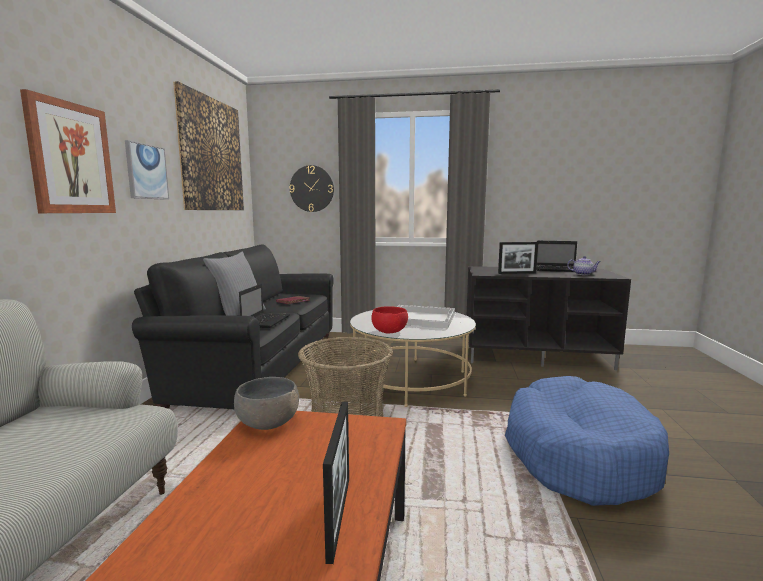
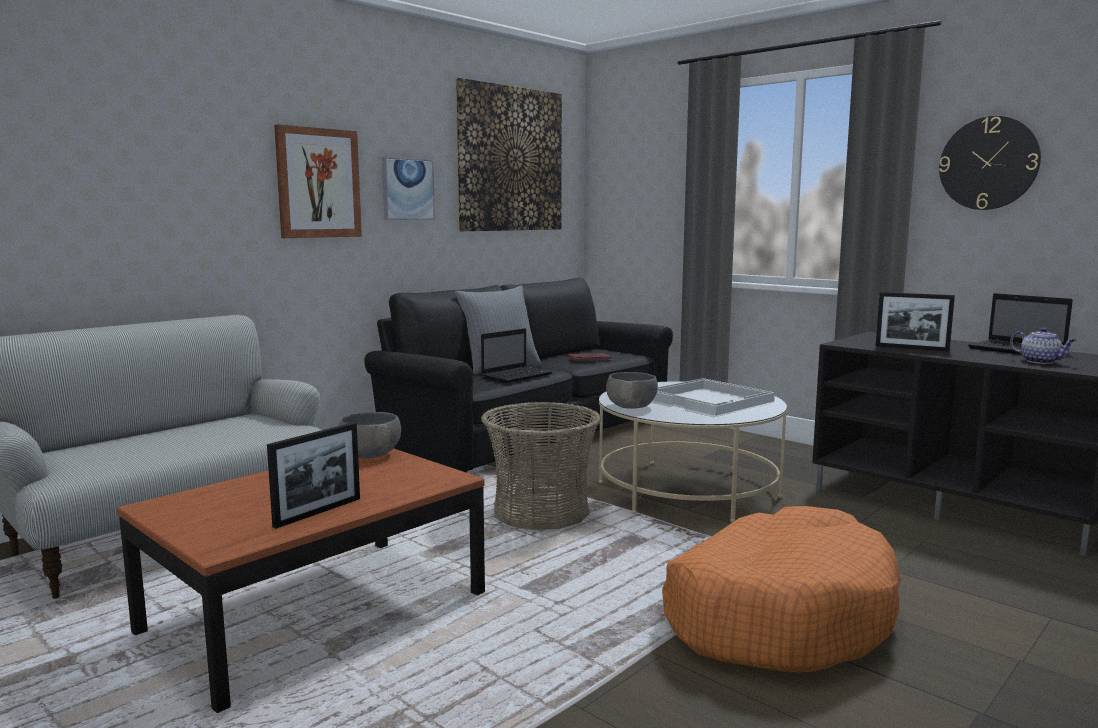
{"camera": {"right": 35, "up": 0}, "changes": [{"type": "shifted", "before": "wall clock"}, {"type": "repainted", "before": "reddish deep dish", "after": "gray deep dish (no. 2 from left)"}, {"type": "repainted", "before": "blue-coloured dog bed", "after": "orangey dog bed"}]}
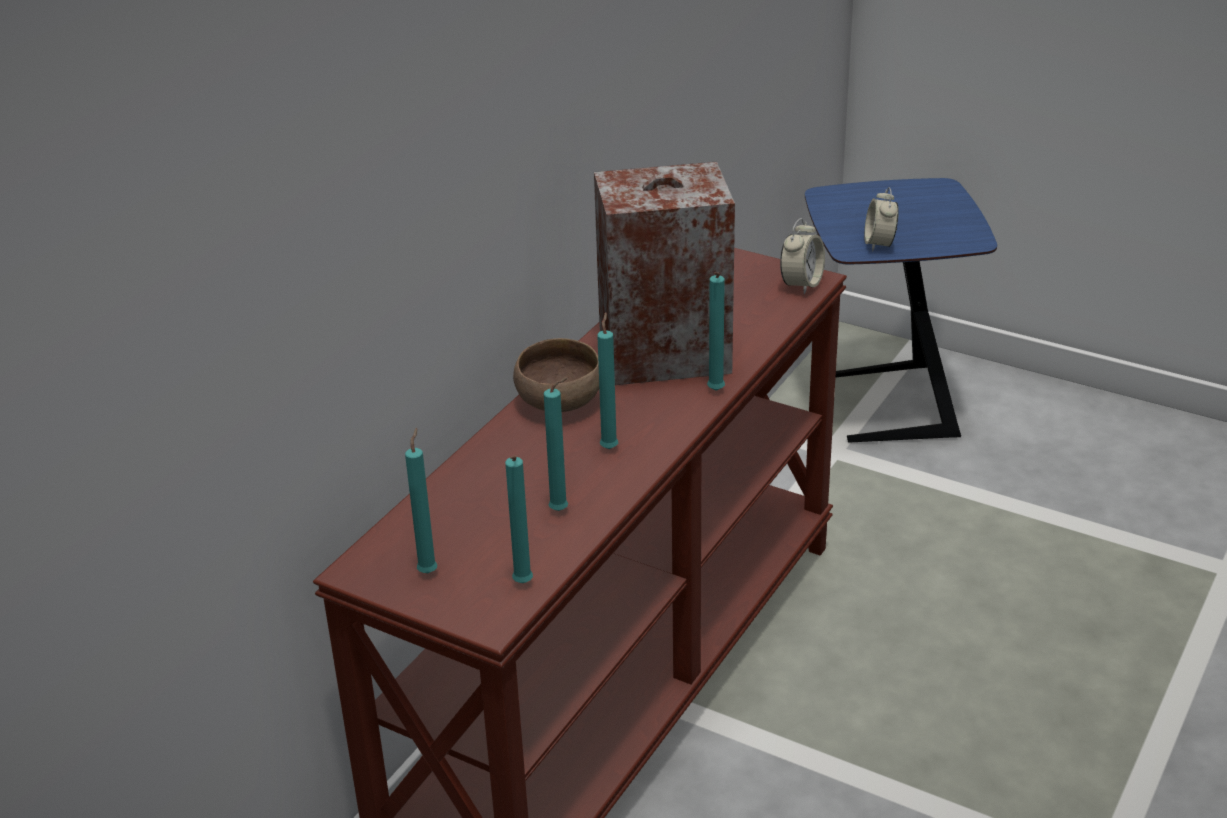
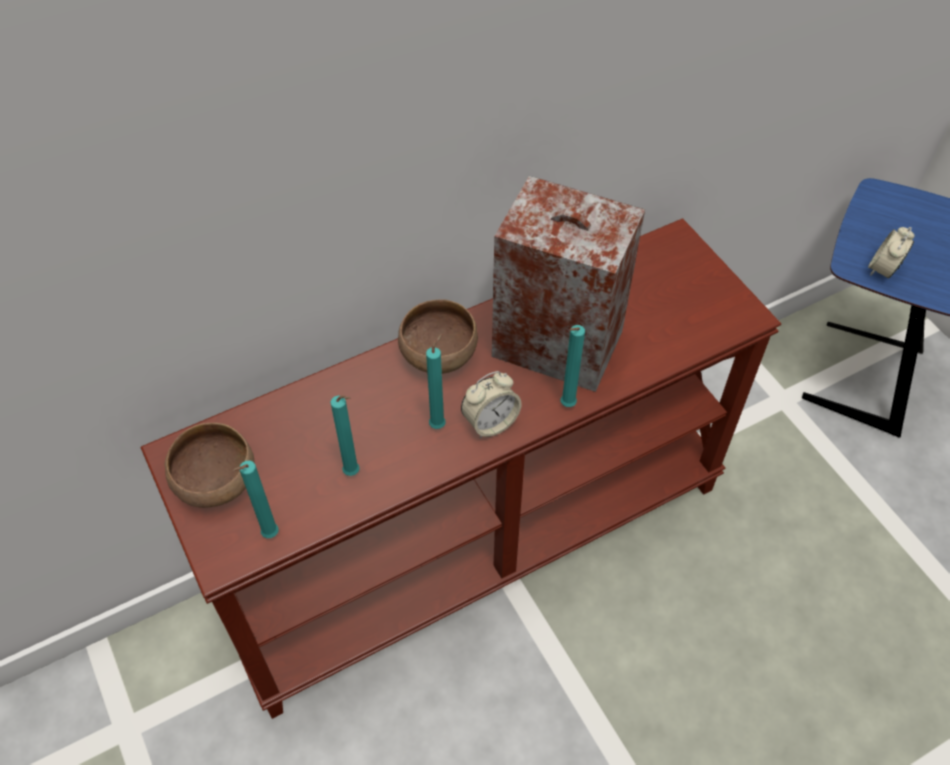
{"camera": {"right": 30, "up": 20}, "changes": [{"type": "shifted", "before": "bedside clock (no. 1 from left)"}, {"type": "swapped", "before": "turquoise candle (no. 1 from left)", "after": "brown deep dish (no. 1 from left)"}]}
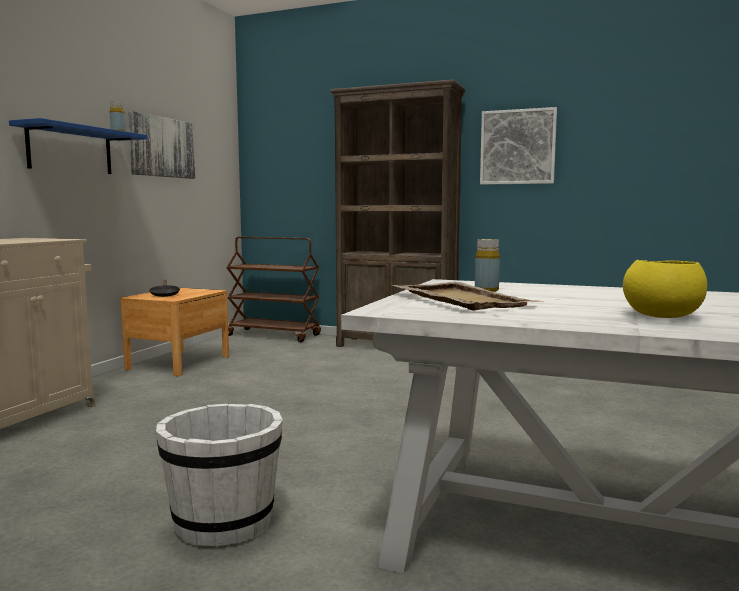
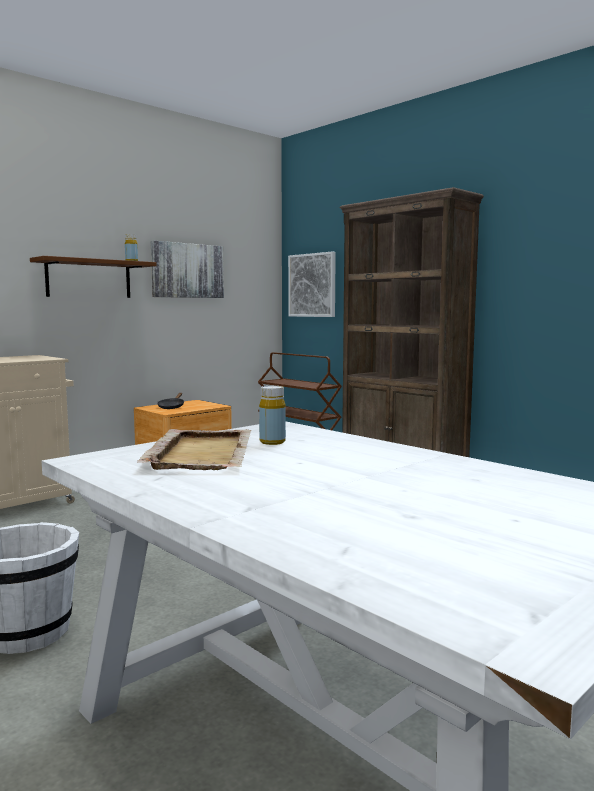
{"camera": {"right": 25, "up": 0}, "changes": [{"type": "gone", "before": "yellow deep dish"}, {"type": "shifted", "before": "wall art (no. 2 from left)"}, {"type": "repainted", "before": "blue-coloured shelf", "after": "brown shelf"}]}
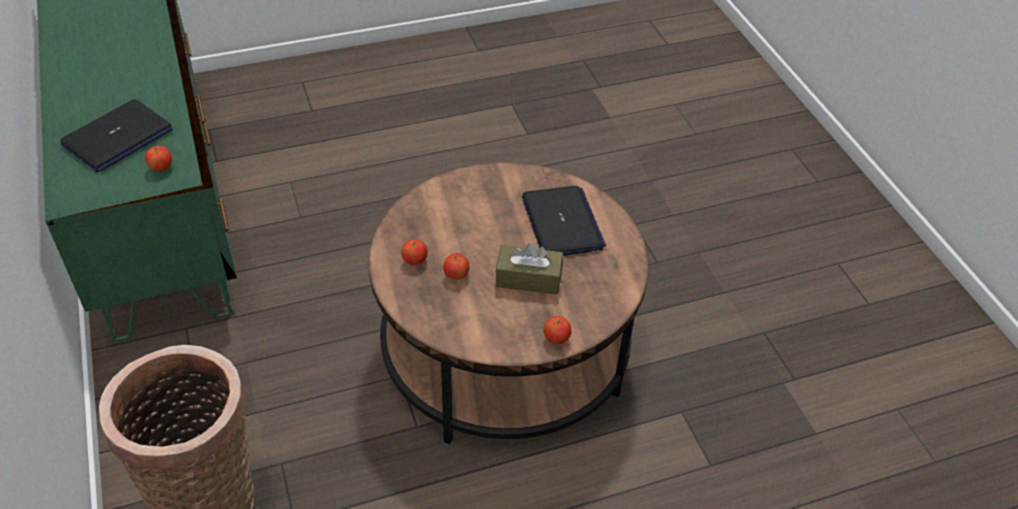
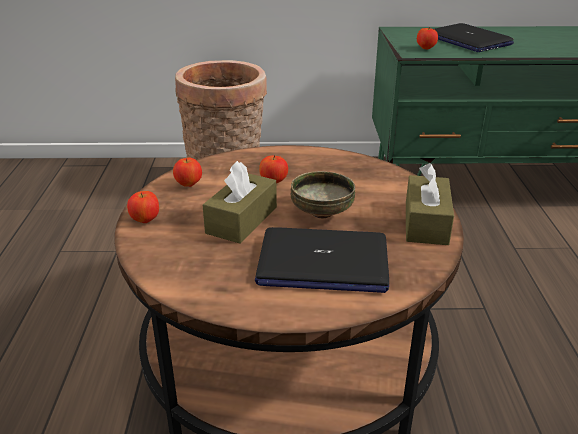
{"camera": {"right": 110, "up": -15}, "changes": [{"type": "new", "after": "deep dish"}, {"type": "new", "after": "brown box of tissues (no. 2 from left)"}, {"type": "shifted", "before": "apple fruit (no. 2 from left)"}]}
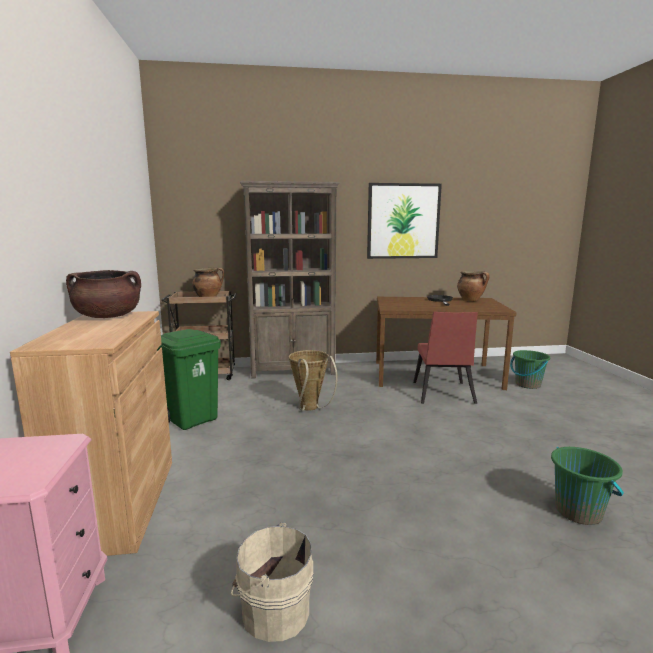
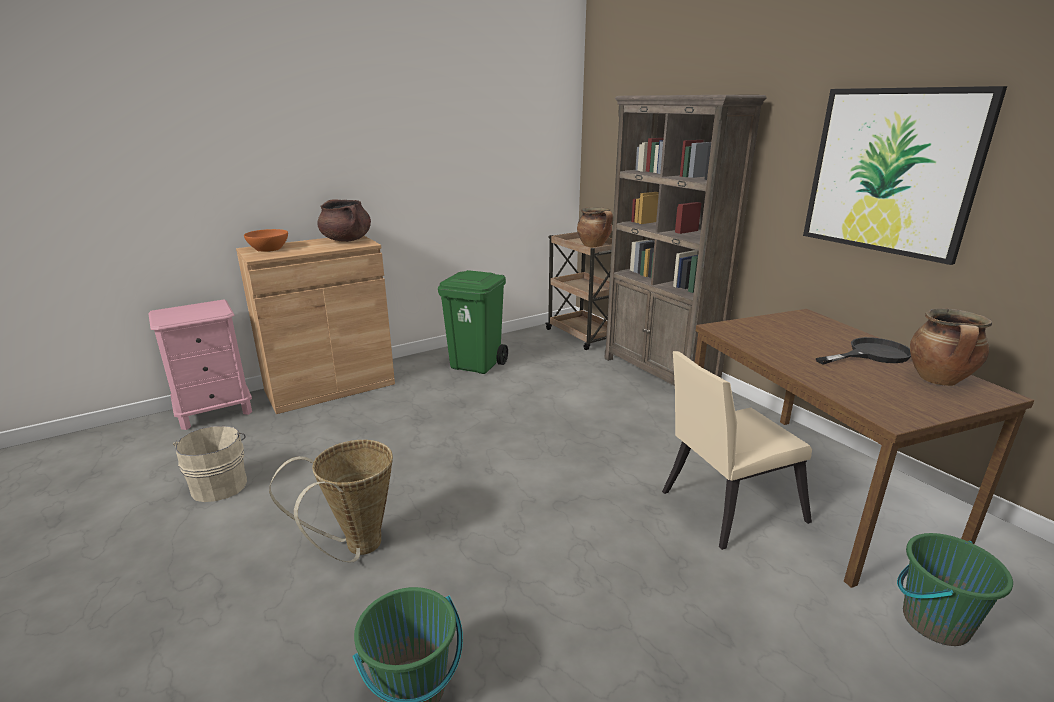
{"camera": {"right": 65, "up": 10}, "changes": [{"type": "new", "after": "orangey deep dish"}, {"type": "shifted", "before": "household basket"}, {"type": "repainted", "before": "reddish chair", "after": "beige chair"}]}
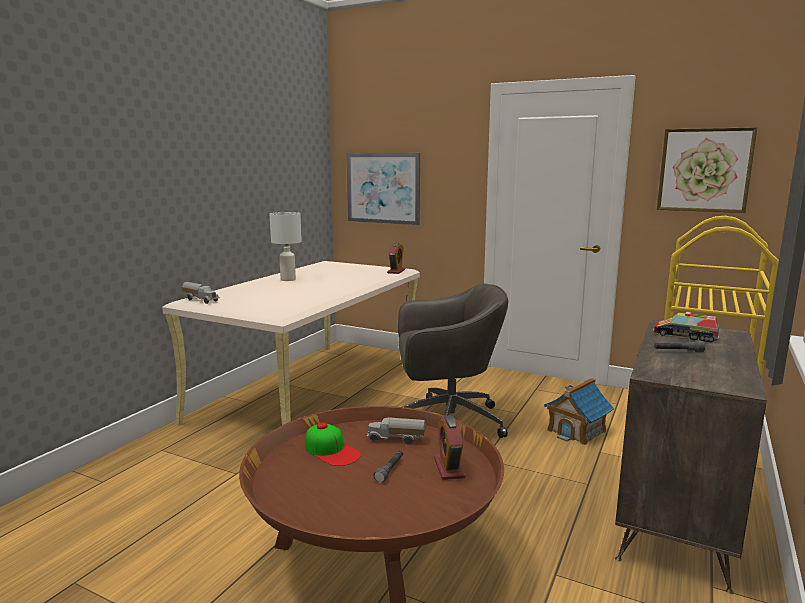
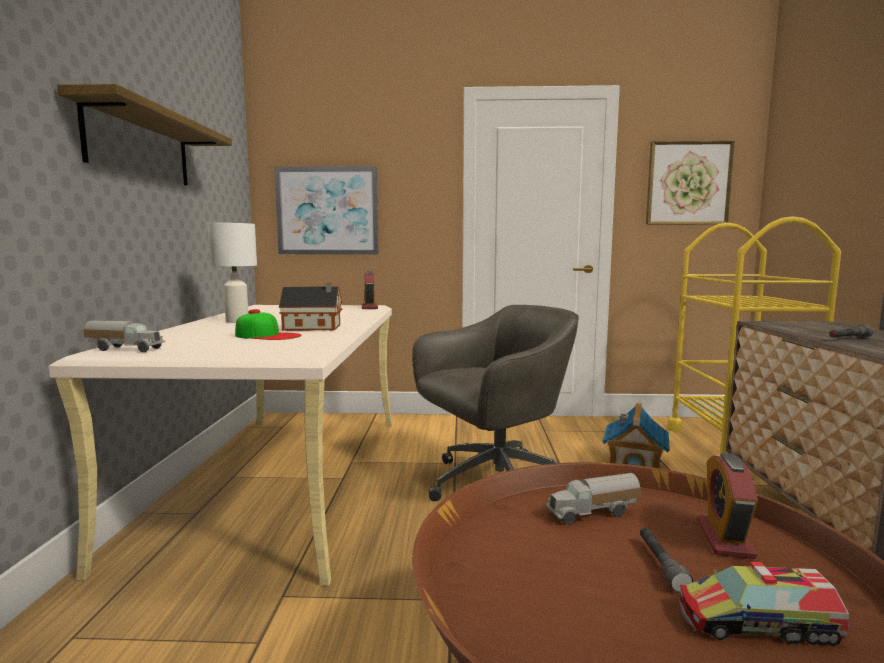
{"camera": {"right": -25, "up": -5}, "changes": [{"type": "new", "after": "shelf"}, {"type": "new", "after": "model house (no. 1 from left)"}, {"type": "shifted", "before": "peaked cap"}, {"type": "shifted", "before": "toy truck (no. 3 from left)"}, {"type": "rotated", "before": "bedside clock (no. 2 from left)", "turn": 45}]}
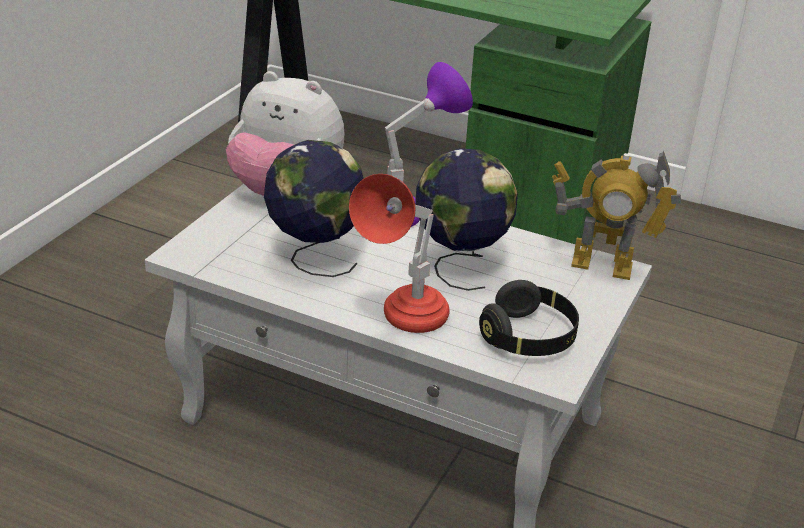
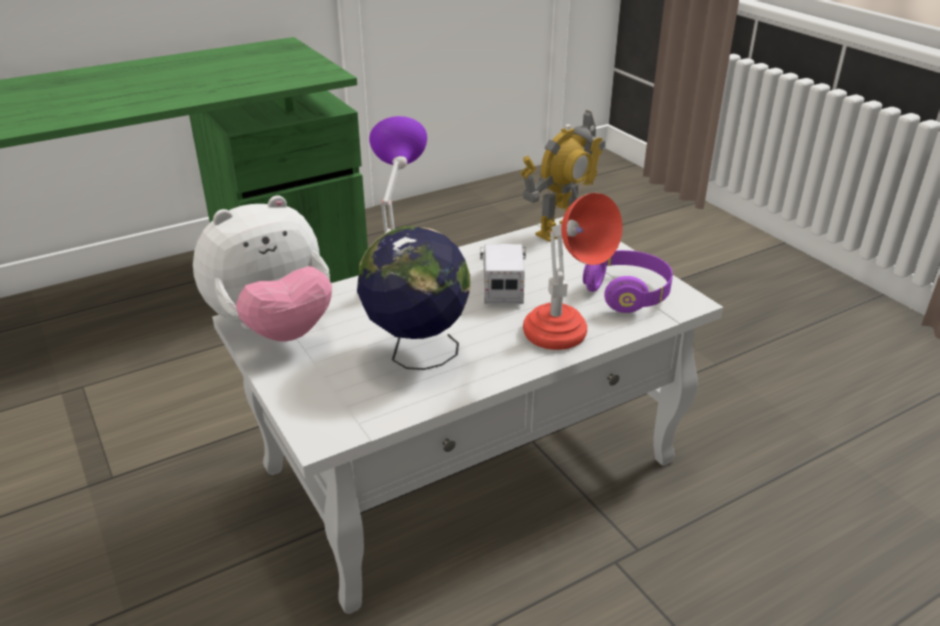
{"camera": {"right": -55, "up": 0}, "changes": [{"type": "swapped", "before": "globe (no. 2 from left)", "after": "toy truck"}, {"type": "repainted", "before": "black-coloured pair of headphones", "after": "purple pair of headphones"}]}
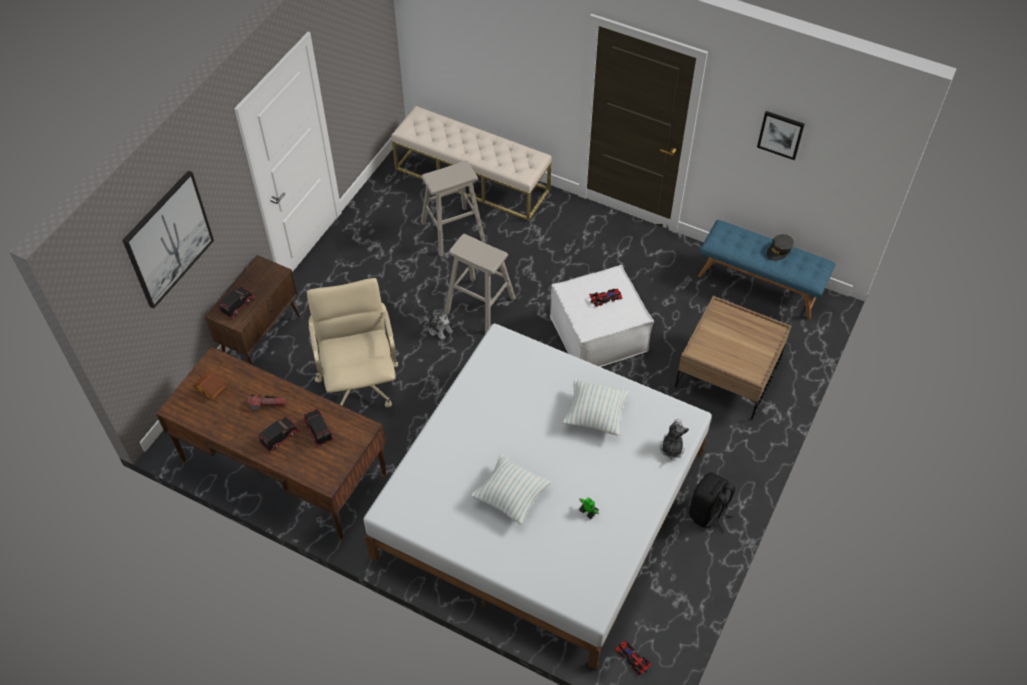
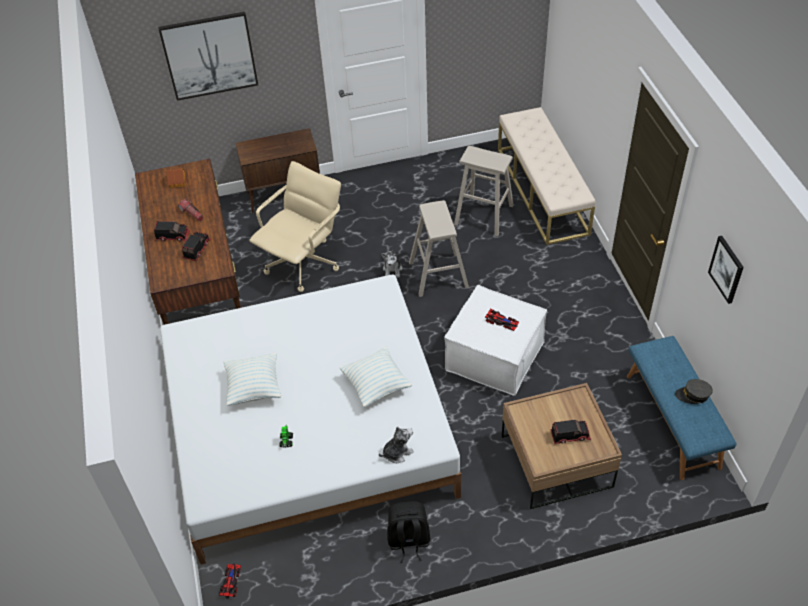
{"camera": {"right": 50, "up": -5}, "changes": [{"type": "shifted", "before": "toy truck (no. 1 from left in the first image)", "after": "toy truck (no. 3 from left)"}]}
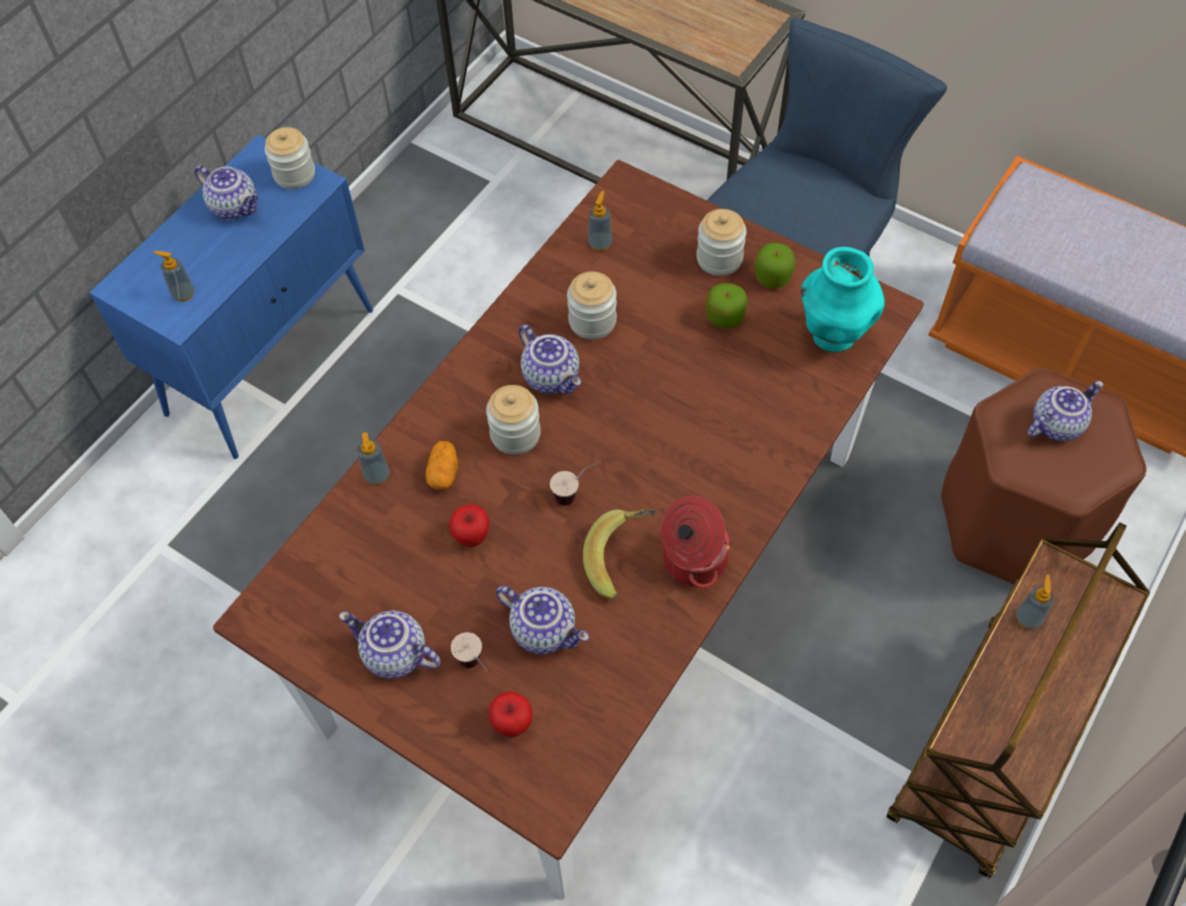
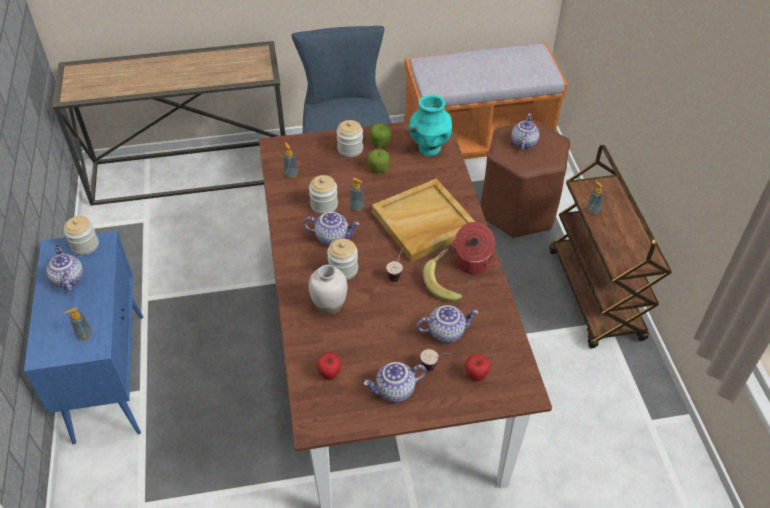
{"camera": {"right": -45, "up": -10}, "changes": [{"type": "new", "after": "beige carrying tray"}, {"type": "shifted", "before": "soap bottle (no. 2 from left in the first image)", "after": "soap bottle (no. 3 from left)"}, {"type": "shifted", "before": "apple fruit (no. 1 from left)"}, {"type": "swapped", "before": "whole potato", "after": "whitish vase"}, {"type": "rotated", "before": "teapot (no. 1 from left)", "turn": -105}]}
